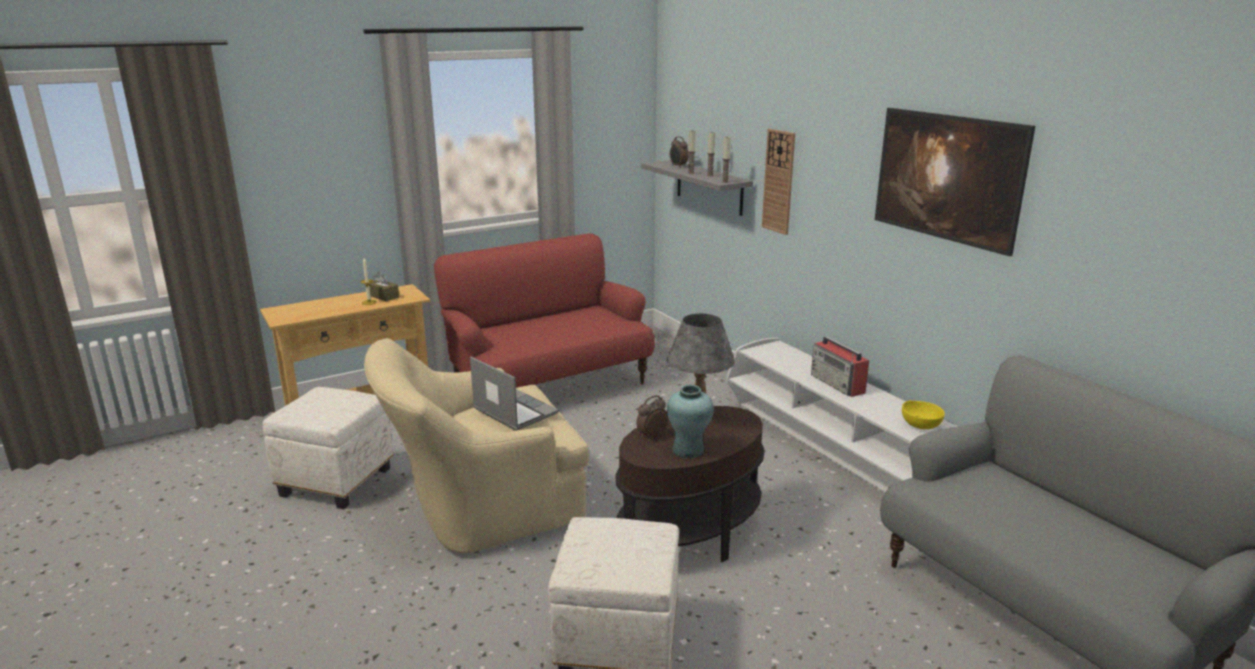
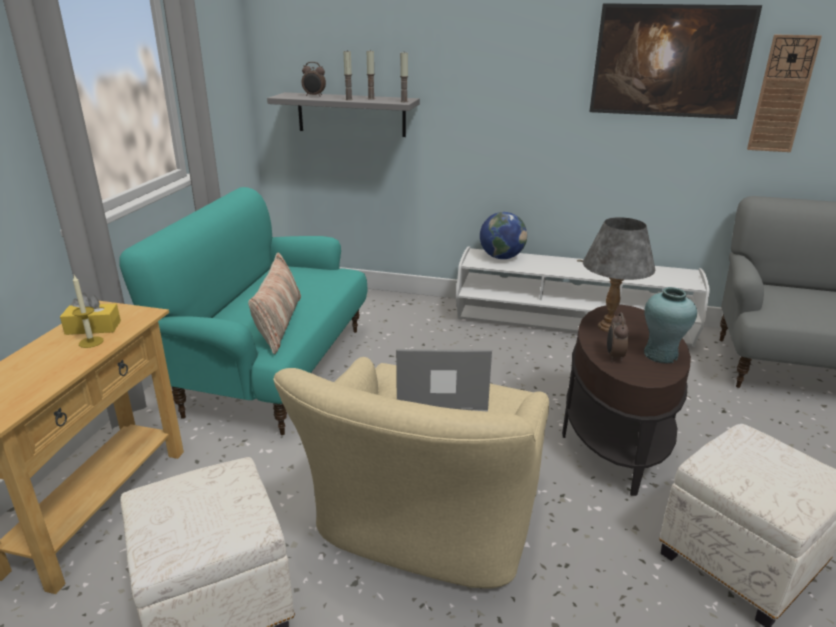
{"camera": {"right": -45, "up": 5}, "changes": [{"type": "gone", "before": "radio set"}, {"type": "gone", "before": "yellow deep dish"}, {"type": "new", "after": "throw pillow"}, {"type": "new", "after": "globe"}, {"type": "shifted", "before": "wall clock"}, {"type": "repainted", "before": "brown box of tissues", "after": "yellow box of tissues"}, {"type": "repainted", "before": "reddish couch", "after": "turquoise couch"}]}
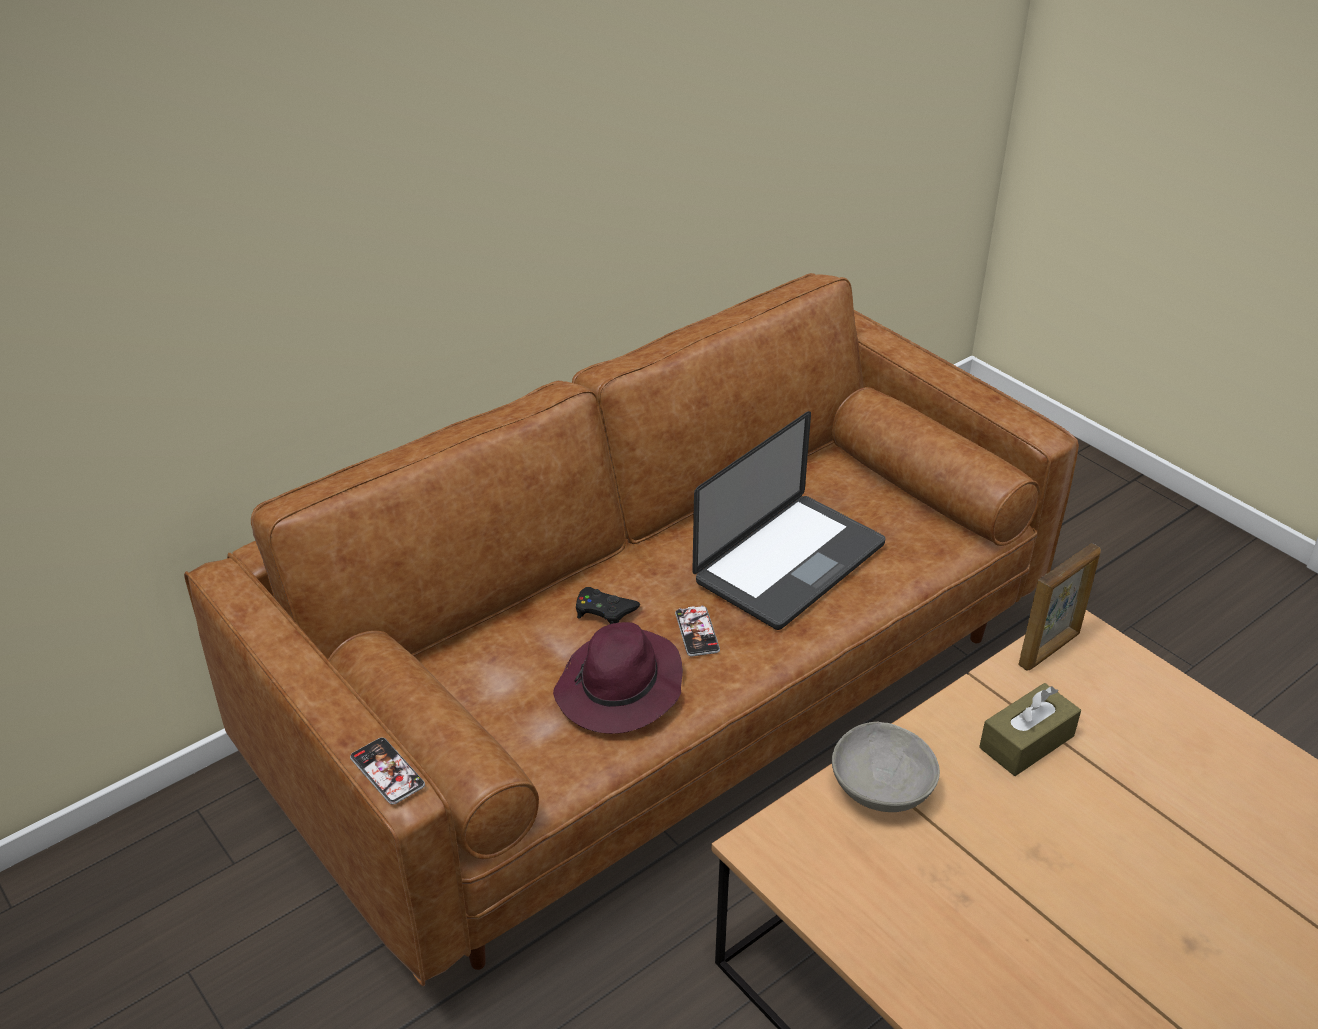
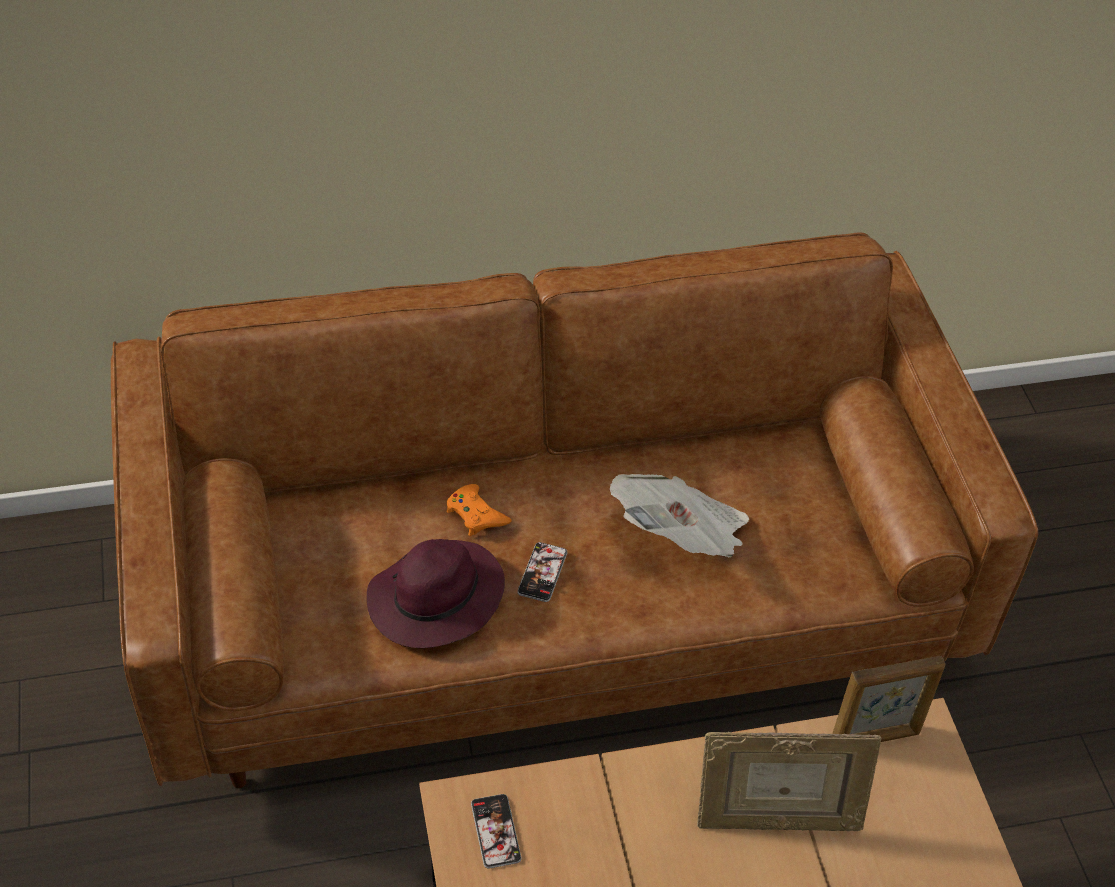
{"camera": {"right": 25, "up": 10}, "changes": [{"type": "gone", "before": "gray deep dish"}, {"type": "shifted", "before": "handset (no. 1 from left)"}, {"type": "swapped", "before": "laptop", "after": "newspaper"}, {"type": "swapped", "before": "brown box of tissues", "after": "standing frame (no. 1 from left)"}, {"type": "repainted", "before": "black-coloured joypad", "after": "orangey joypad"}]}
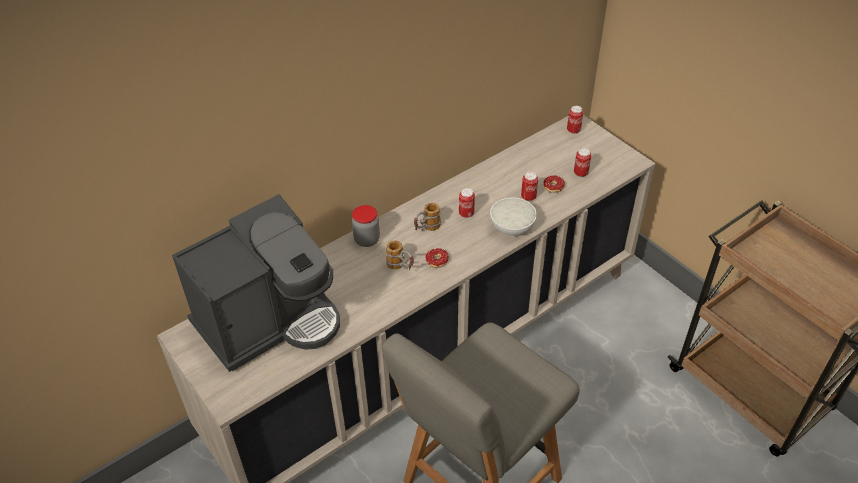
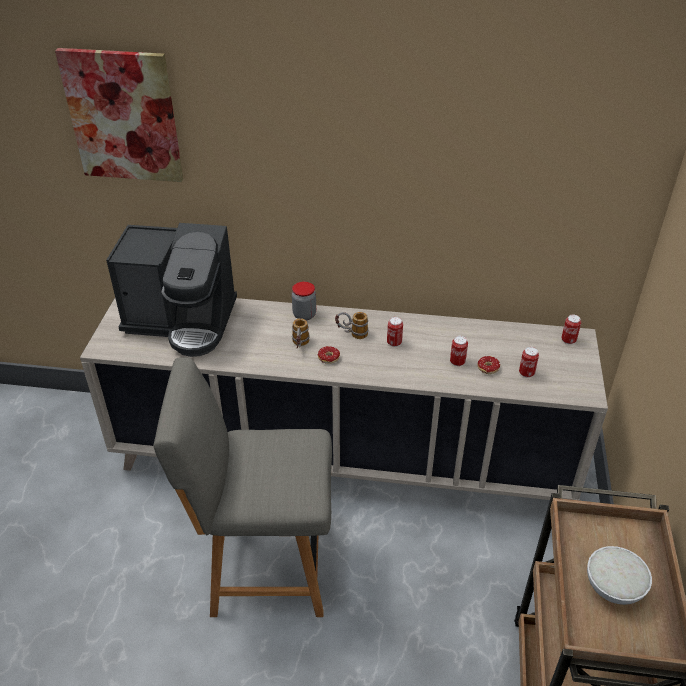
{"camera": {"right": 45, "up": -5}, "changes": [{"type": "new", "after": "wall art"}, {"type": "shifted", "before": "whitish deep dish"}]}
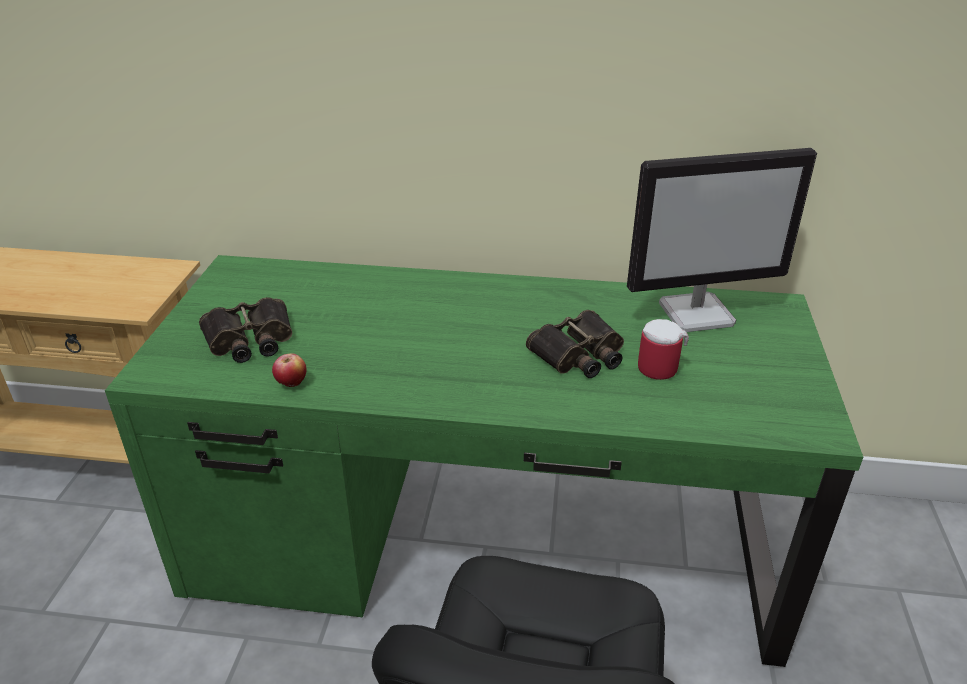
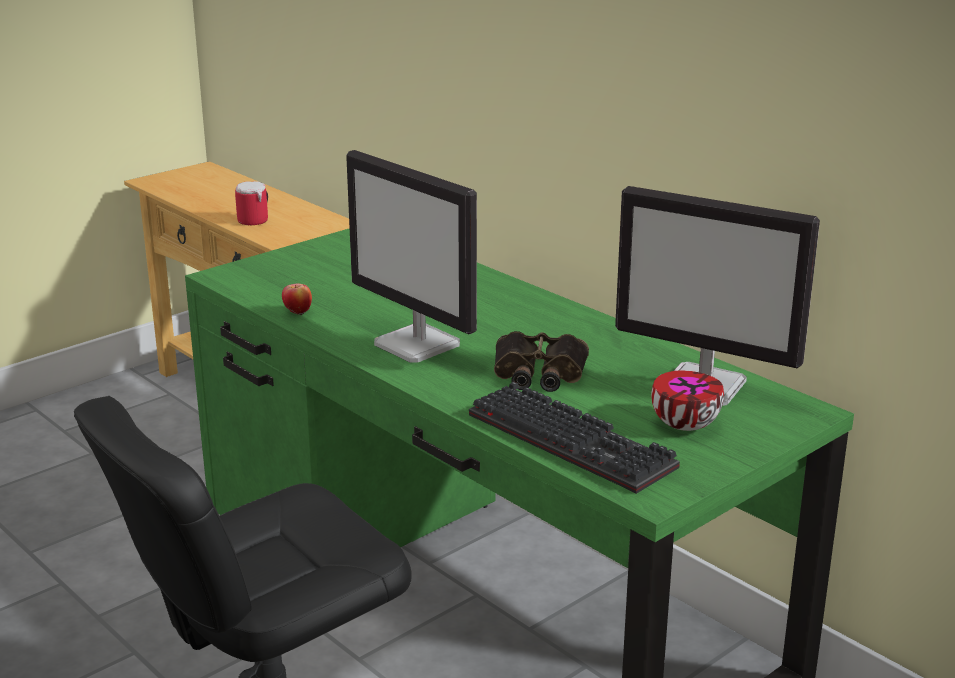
{"camera": {"right": 40, "up": -10}, "changes": [{"type": "gone", "before": "field glasses (no. 1 from left)"}, {"type": "new", "after": "computer screen (no. 1 from left)"}, {"type": "new", "after": "keyboard"}, {"type": "new", "after": "deep dish"}, {"type": "shifted", "before": "tea mug"}]}
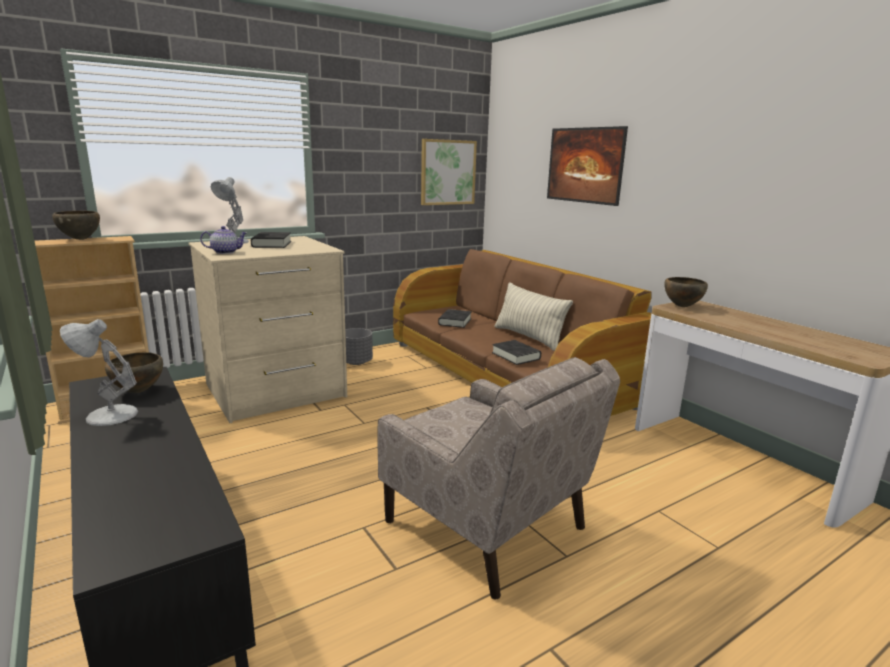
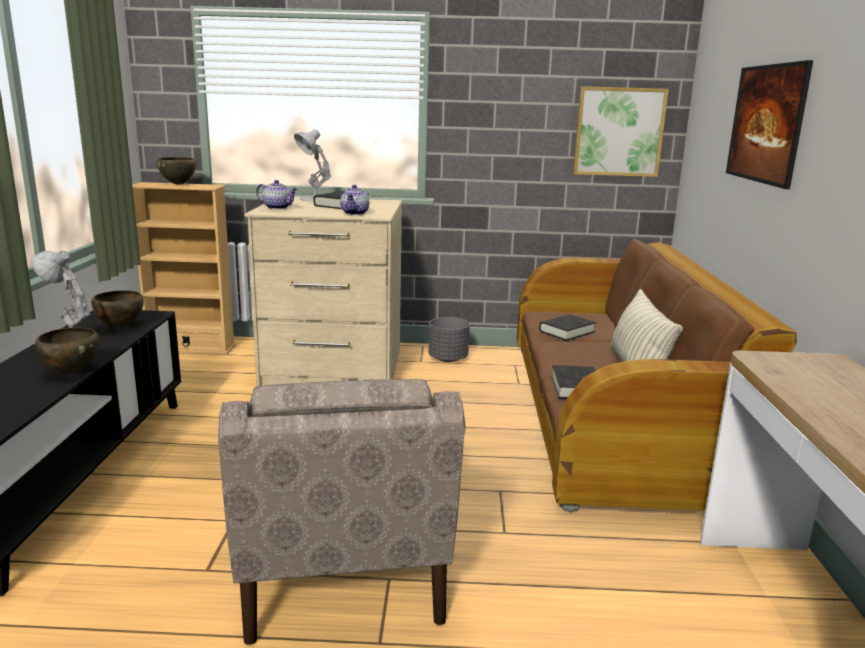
{"camera": {"right": 35, "up": 0}, "changes": [{"type": "new", "after": "teapot (no. 2 from left)"}, {"type": "shifted", "before": "brown deep dish (no. 3 from left in the first image)", "after": "brown deep dish (no. 1 from left)"}]}
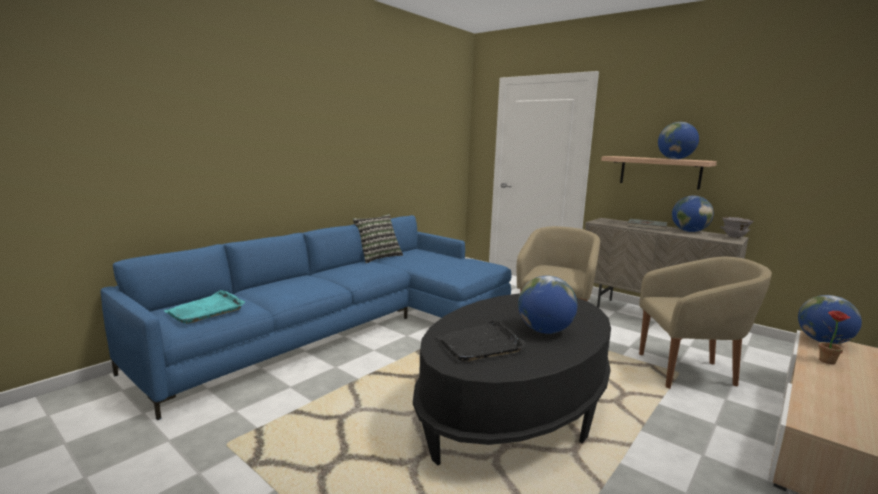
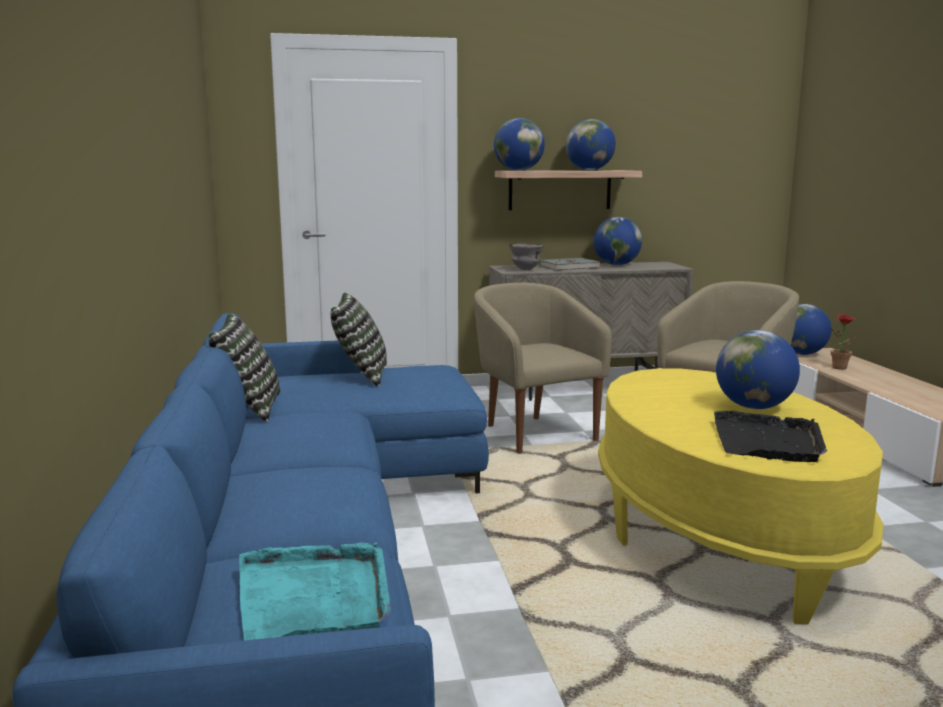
{"camera": {"right": -50, "up": 0}, "changes": [{"type": "new", "after": "throw pillow (no. 2 from left)"}, {"type": "new", "after": "globe (no. 1 from left)"}, {"type": "shifted", "before": "gray deep dish"}, {"type": "repainted", "before": "black-coloured coffee table", "after": "yellow coffee table"}]}
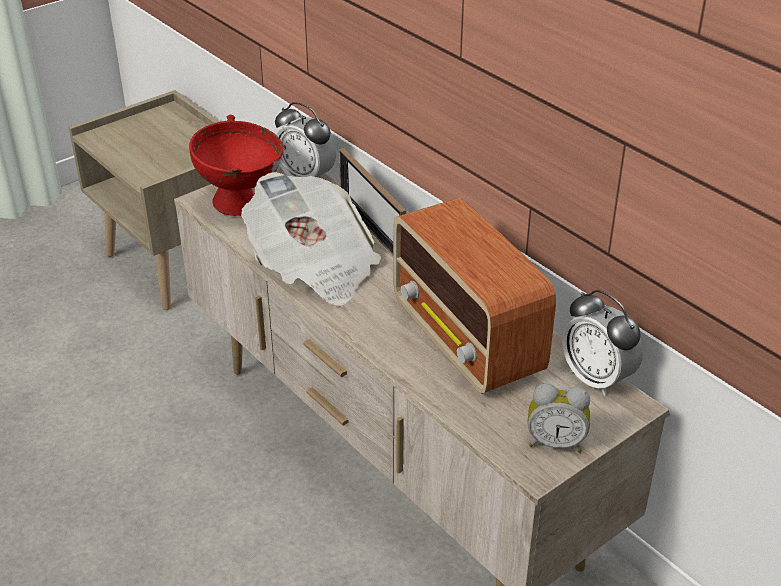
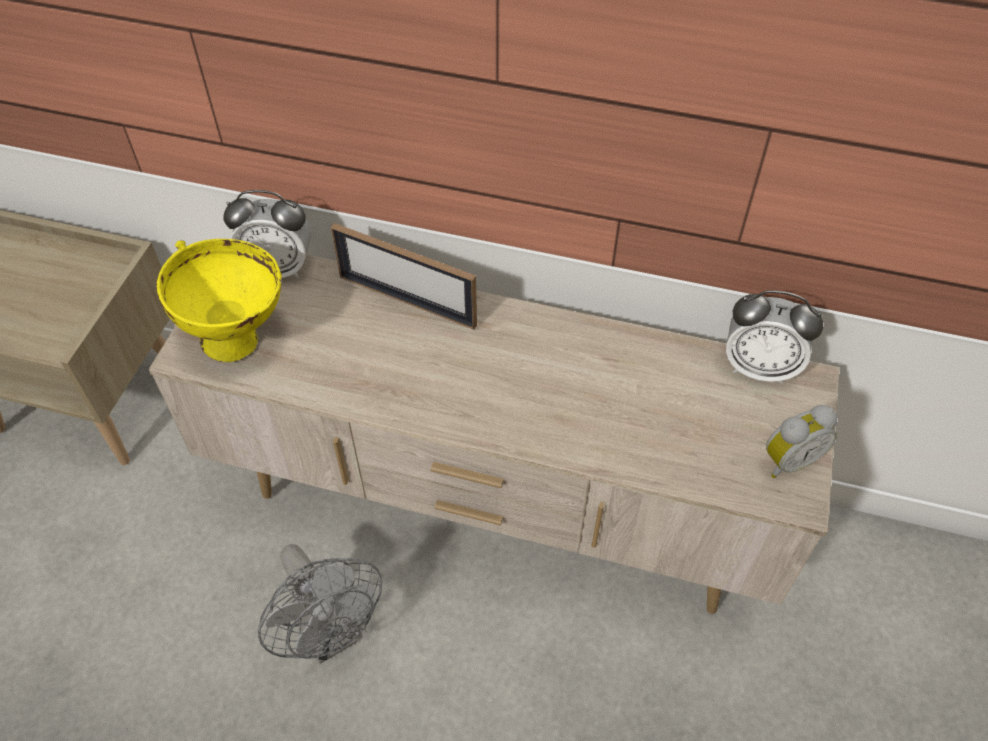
{"camera": {"right": -35, "up": 15}, "changes": [{"type": "gone", "before": "newspaper"}, {"type": "gone", "before": "radio set"}, {"type": "new", "after": "gray electric fan"}, {"type": "repainted", "before": "reddish deep dish", "after": "yellow deep dish"}]}
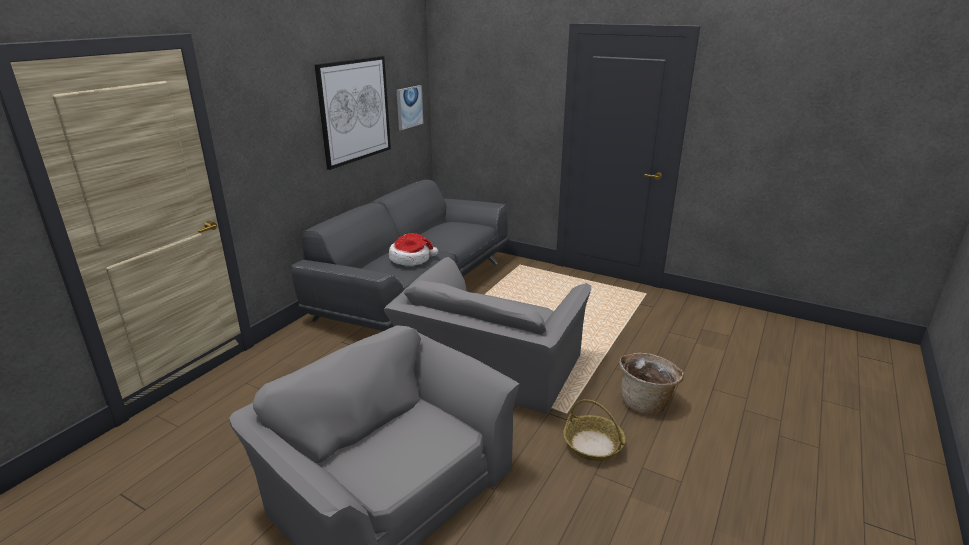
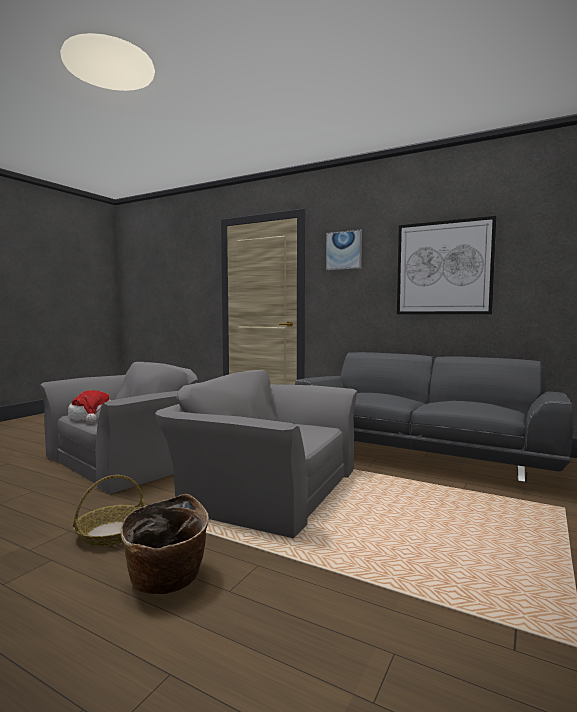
{"camera": {"right": 90, "up": -20}, "changes": [{"type": "shifted", "before": "clothing hat"}, {"type": "shifted", "before": "wall art (no. 2 from left in the first image)", "after": "wall art (no. 1 from left)"}]}
